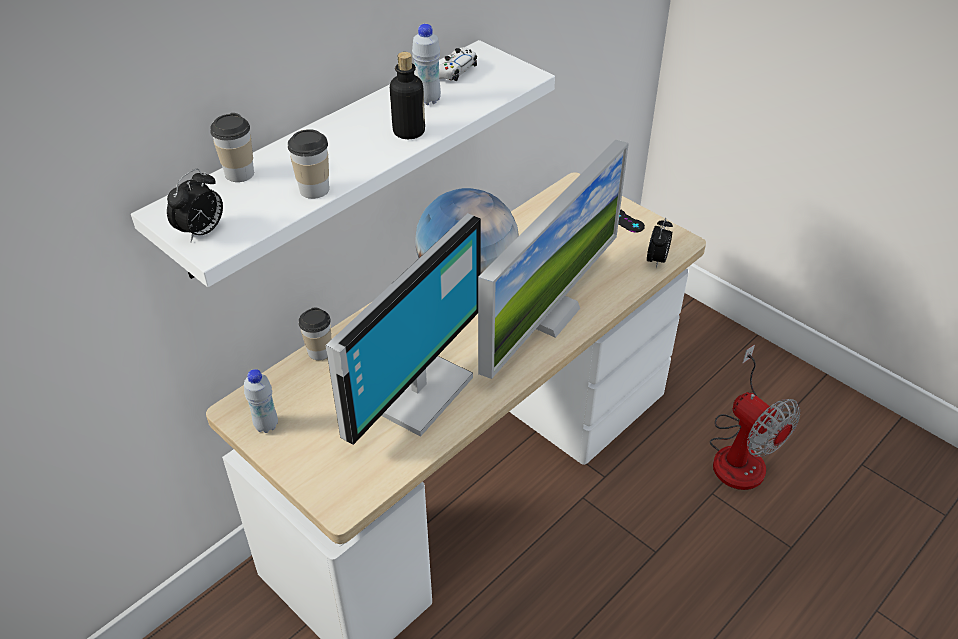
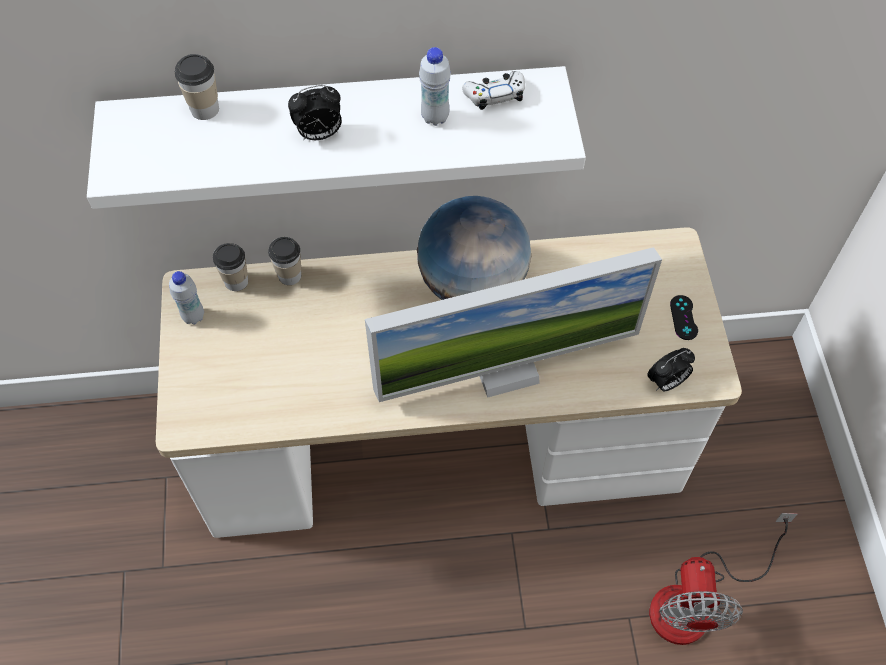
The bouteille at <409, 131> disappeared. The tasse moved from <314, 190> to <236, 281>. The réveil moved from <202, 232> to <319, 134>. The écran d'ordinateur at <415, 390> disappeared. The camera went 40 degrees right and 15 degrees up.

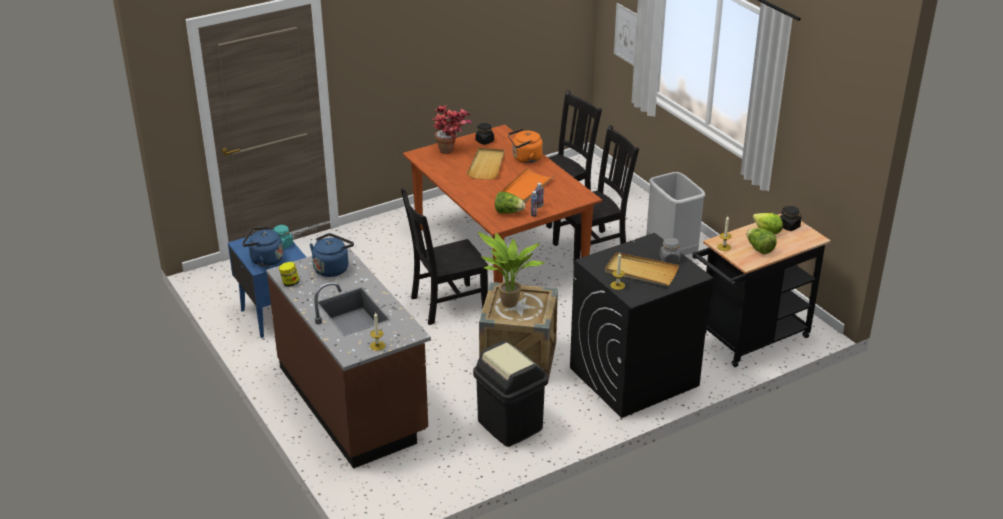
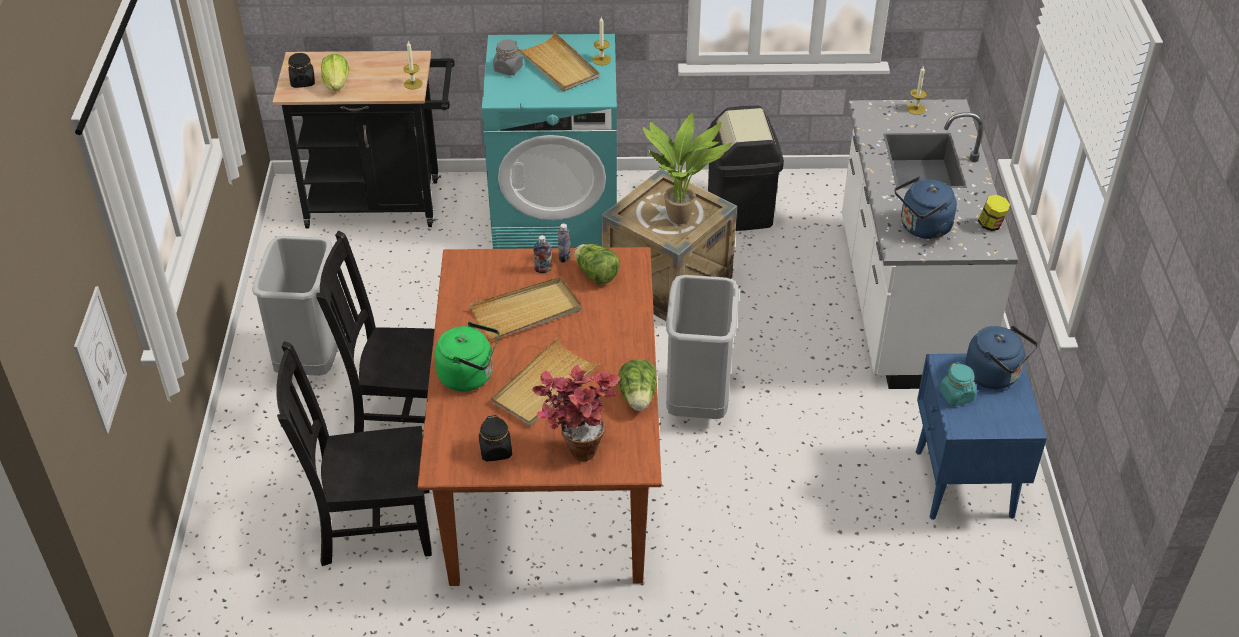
The bouilloire/orange at <525, 159> became the bouilloire/vert at <470, 376>. The plateau/orange at <526, 187> became the plateau/beige at <527, 312>. The chaise/noir at <446, 304> was replaced by the poubelle/gris at <699, 401>. The laitue moved from <759, 249> to <638, 398>. The lave-linge/noir at <633, 377> became the lave-linge/turquoise at <556, 211>. The comptoir de cuisine/marron at <353, 401> became the comptoir de cuisine/blanc at <904, 303>. The camera went 150 degrees left and 10 degrees up.

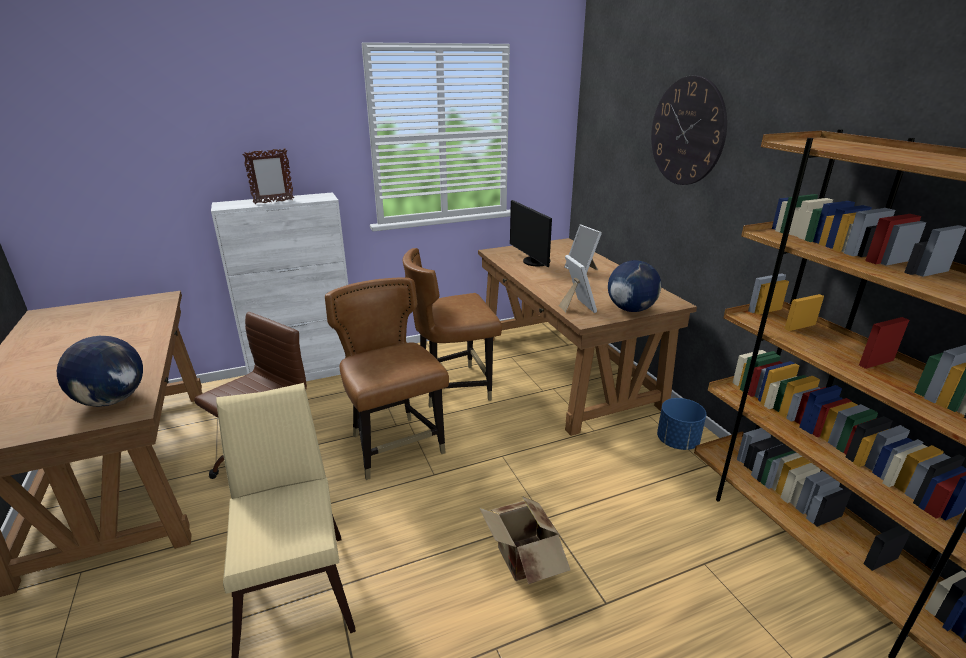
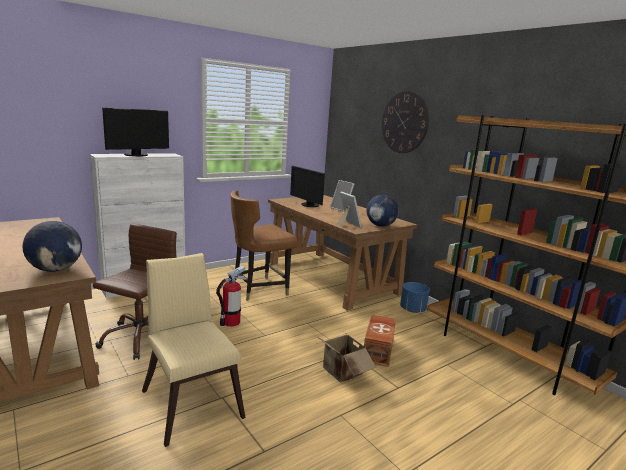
The cadre photo at <273, 202> was replaced by the écran d'ordinateur at <137, 155>. The chaise/marron at <395, 446> was replaced by the extincteur at <231, 322>. The boîte de rangement/marron at <379, 350> appeared. The camera went 15 degrees left and 10 degrees down.

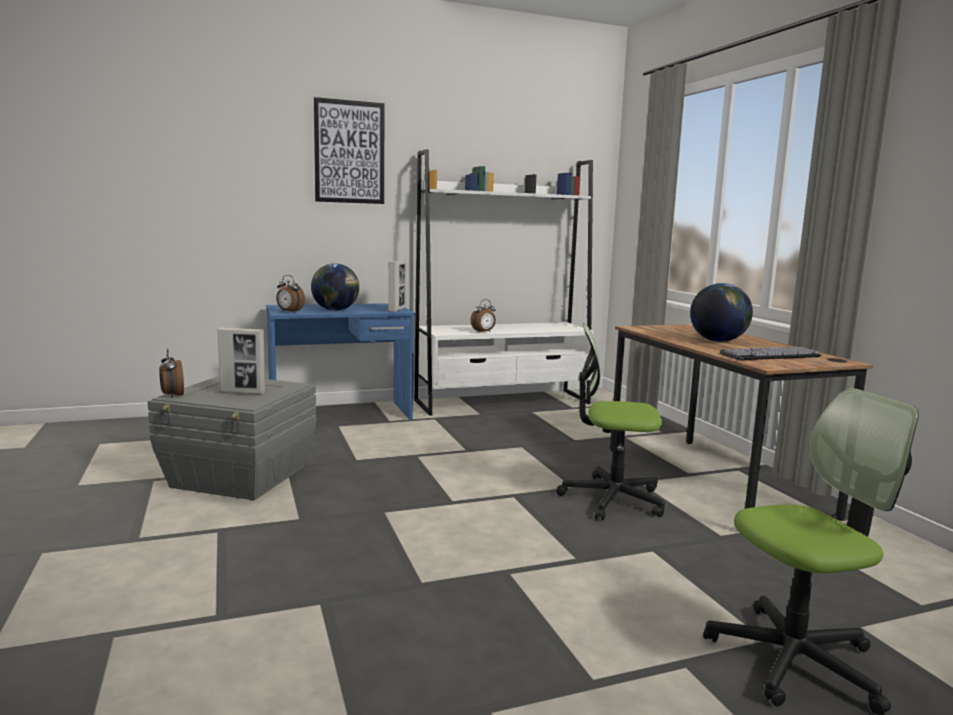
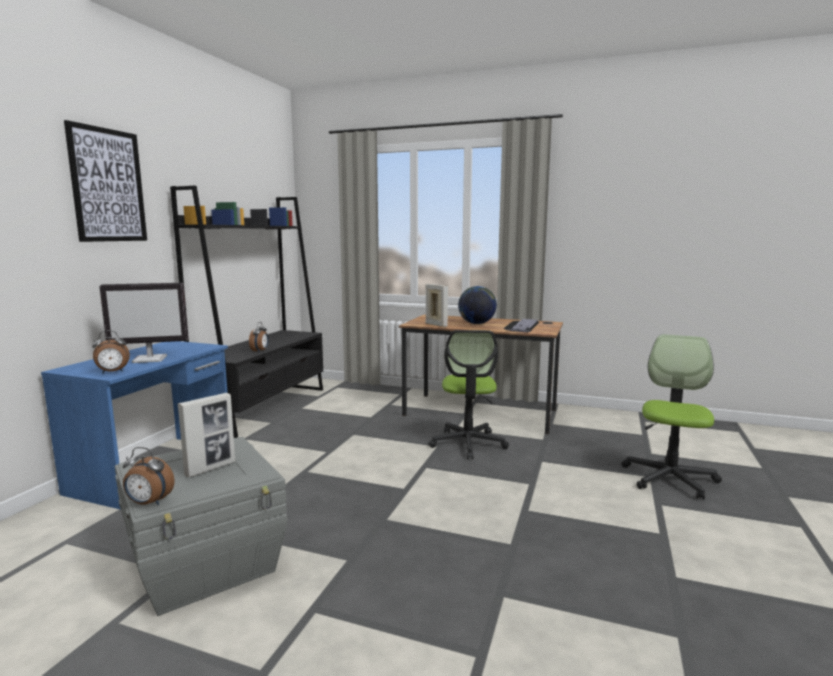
The bibliothèque/blanc at <503, 402> became the bibliothèque/noir at <265, 408>. The cadre photo moved from <396, 310> to <436, 325>. The globe at <335, 310> was replaced by the écran d'ordinateur at <150, 359>. The chaise de bureau at <612, 498> turned 45 degrees counterclockwise. The camera went 50 degrees left and 0 degrees up.

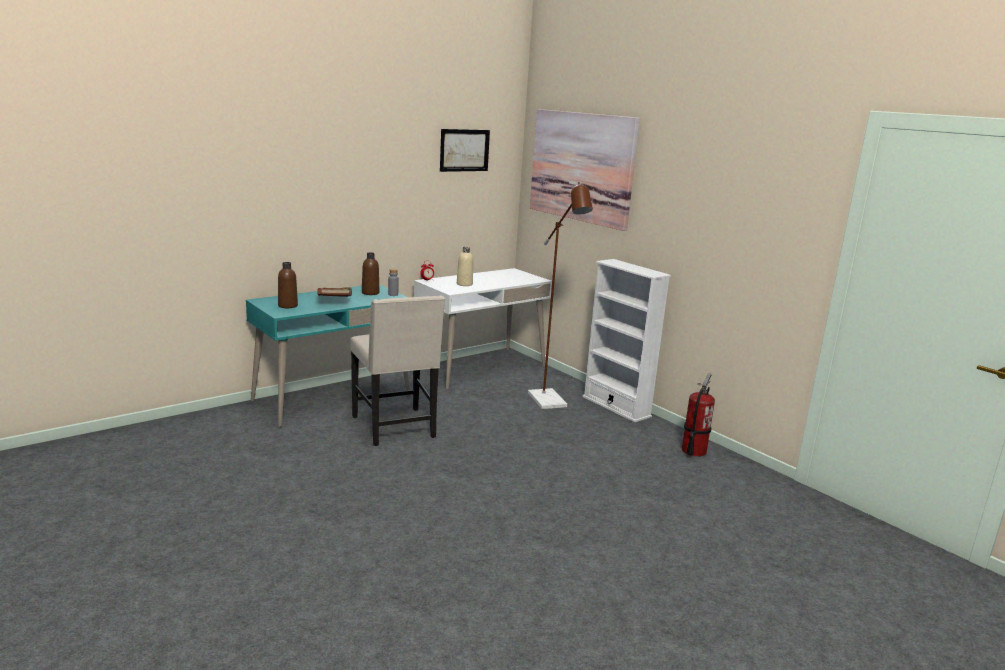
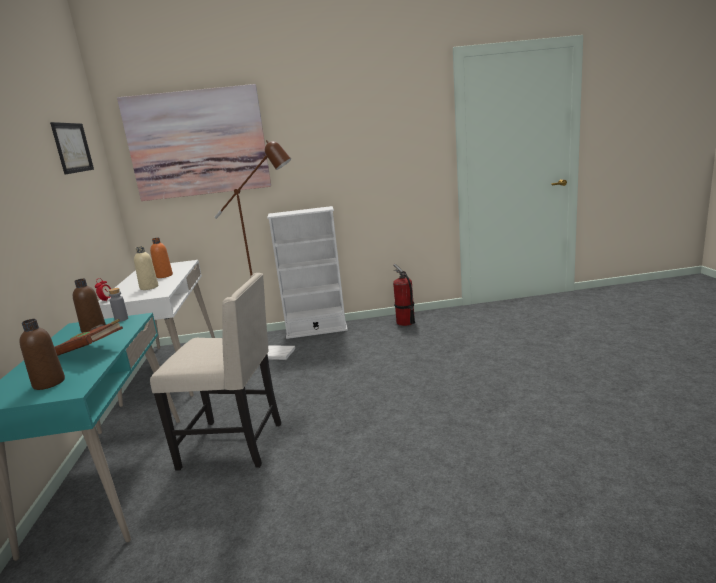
The bouteille/orange at <164, 276> appeared. The camera went 55 degrees left and 0 degrees up.

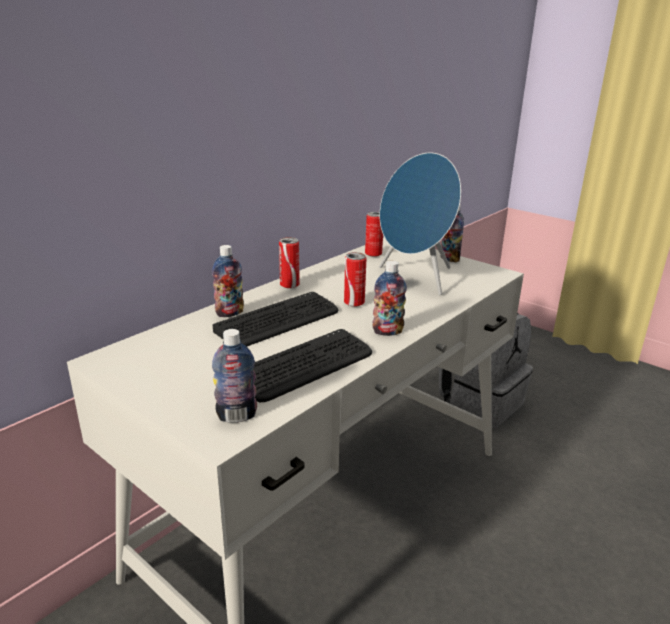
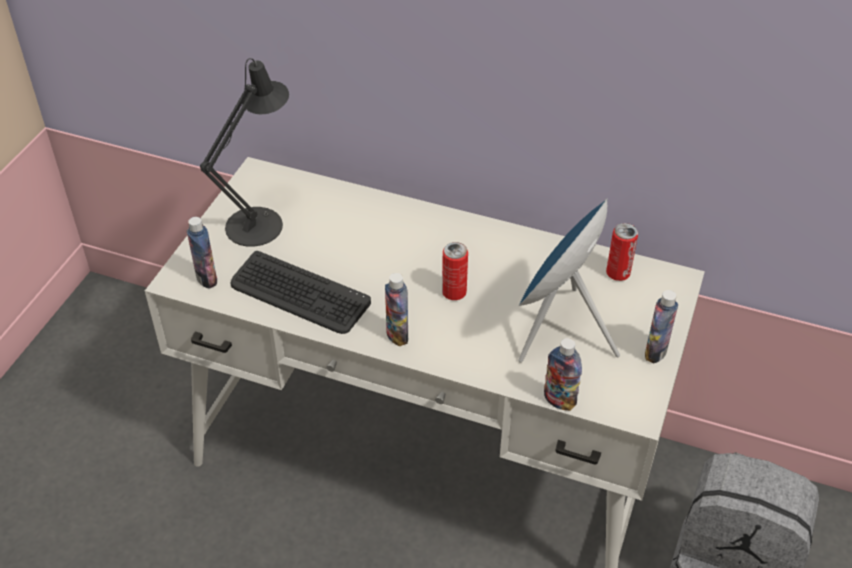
The boîte métallique at <289, 285> disappeared. The bouteille moved from <230, 313> to <559, 400>. The clavier at <278, 321> disappeared. The lampe de table/noir at <260, 221> appeared. The camera went 70 degrees right and 20 degrees up.

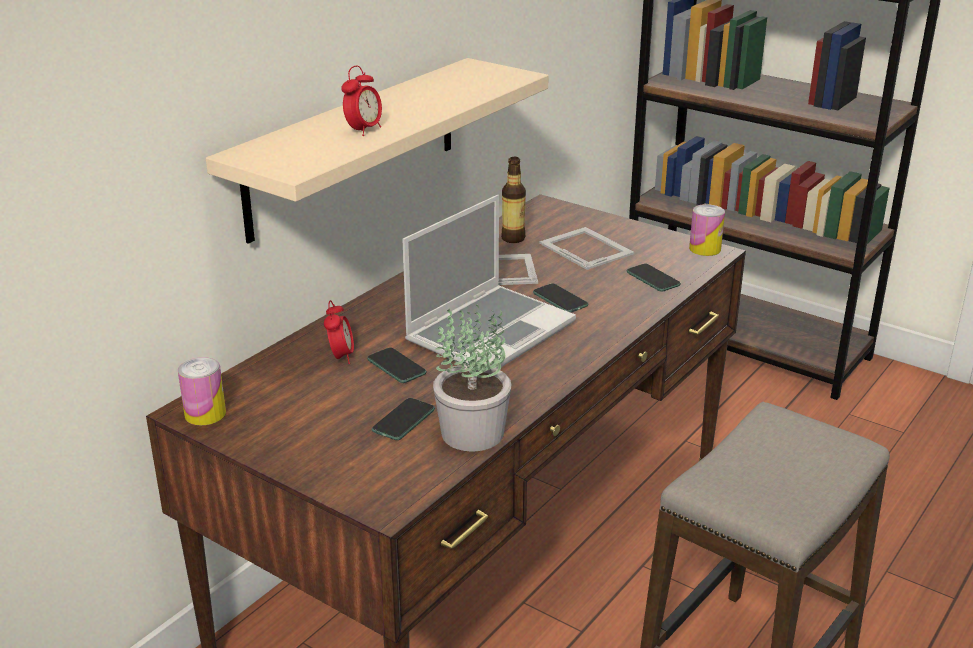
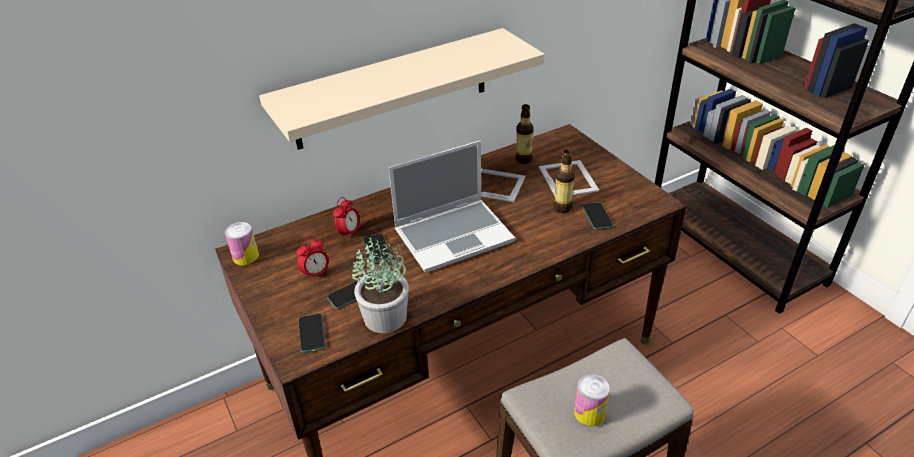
The réveil moved from <363, 131> to <316, 274>. The boîte métallique moved from <705, 249> to <589, 413>. The téléphone moved from <560, 299> to <312, 334>. The bouteille at <562, 208> appeared. The camera went 25 degrees right and 10 degrees up.

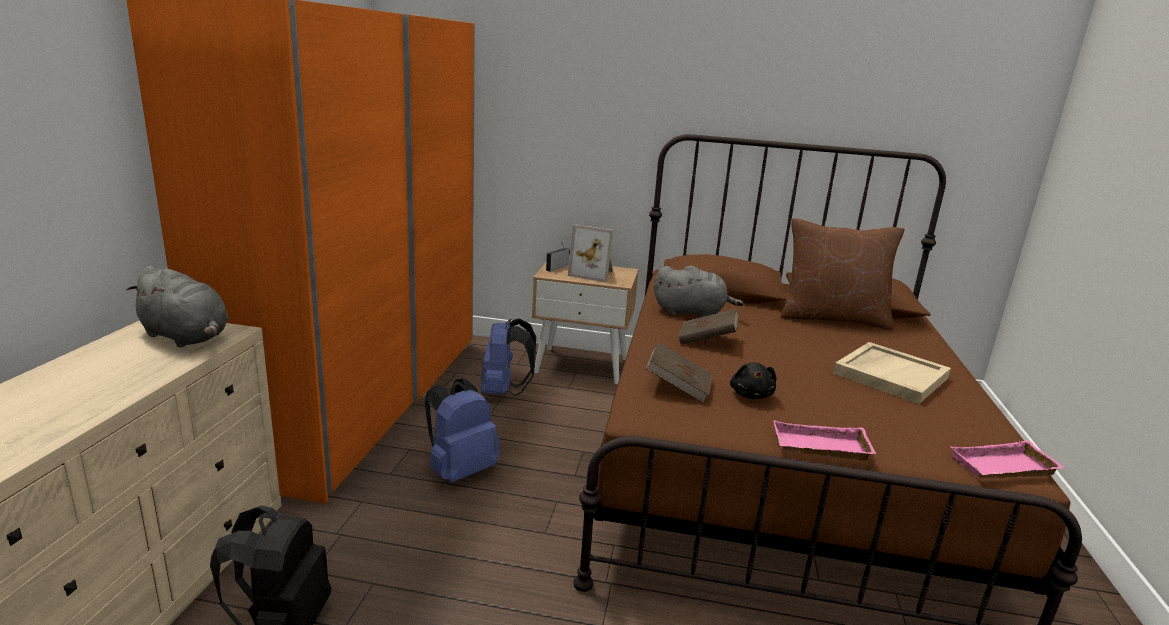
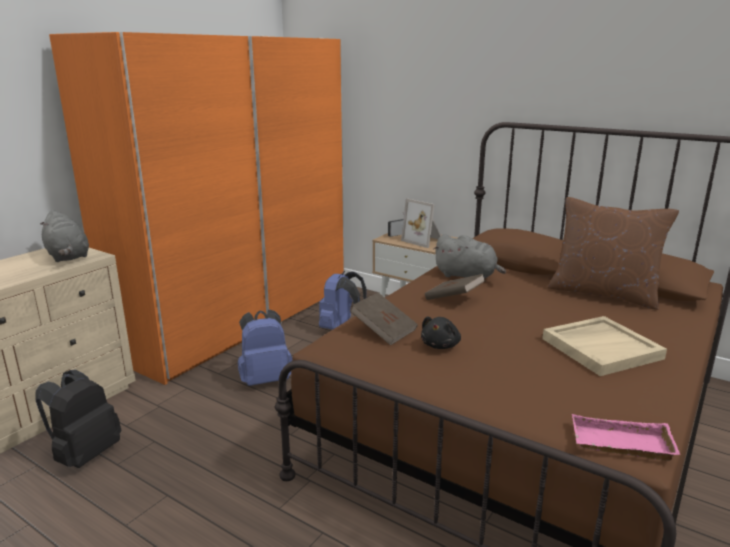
The plateau/rose at <819, 448> disappeared. The camera went 25 degrees right and 0 degrees up.

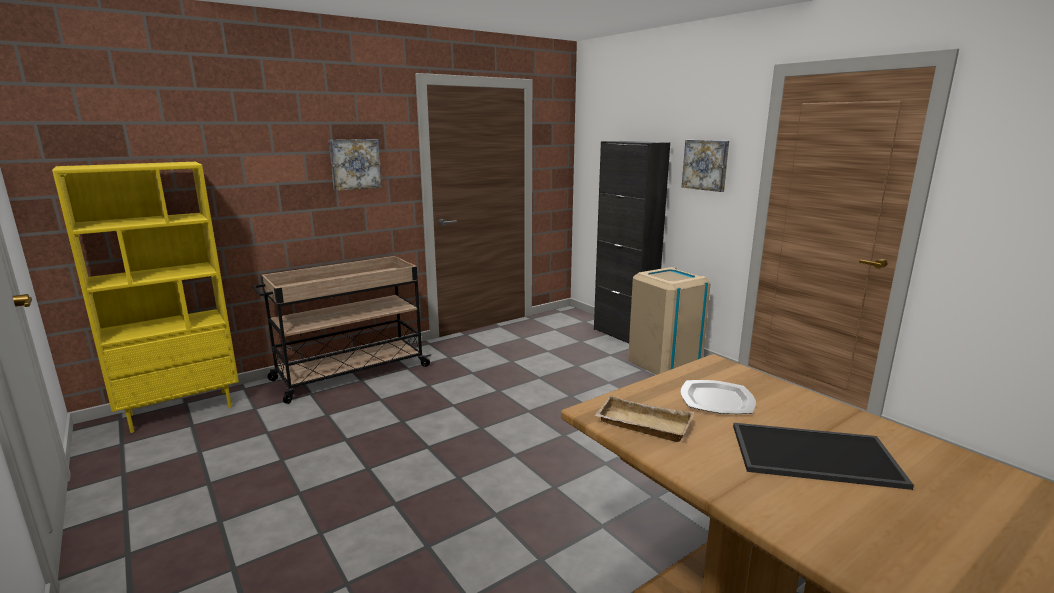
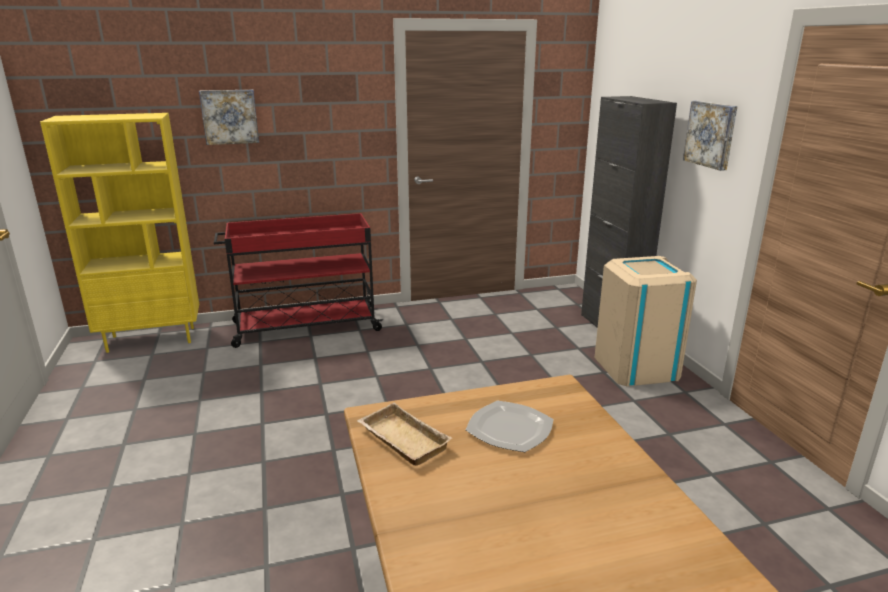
The tableau moved from <355, 164> to <230, 116>. The chariot/beige at <349, 373> became the chariot/rouge at <304, 327>. The plateau at <813, 456> disappeared. The camera went 20 degrees right and 5 degrees up.

